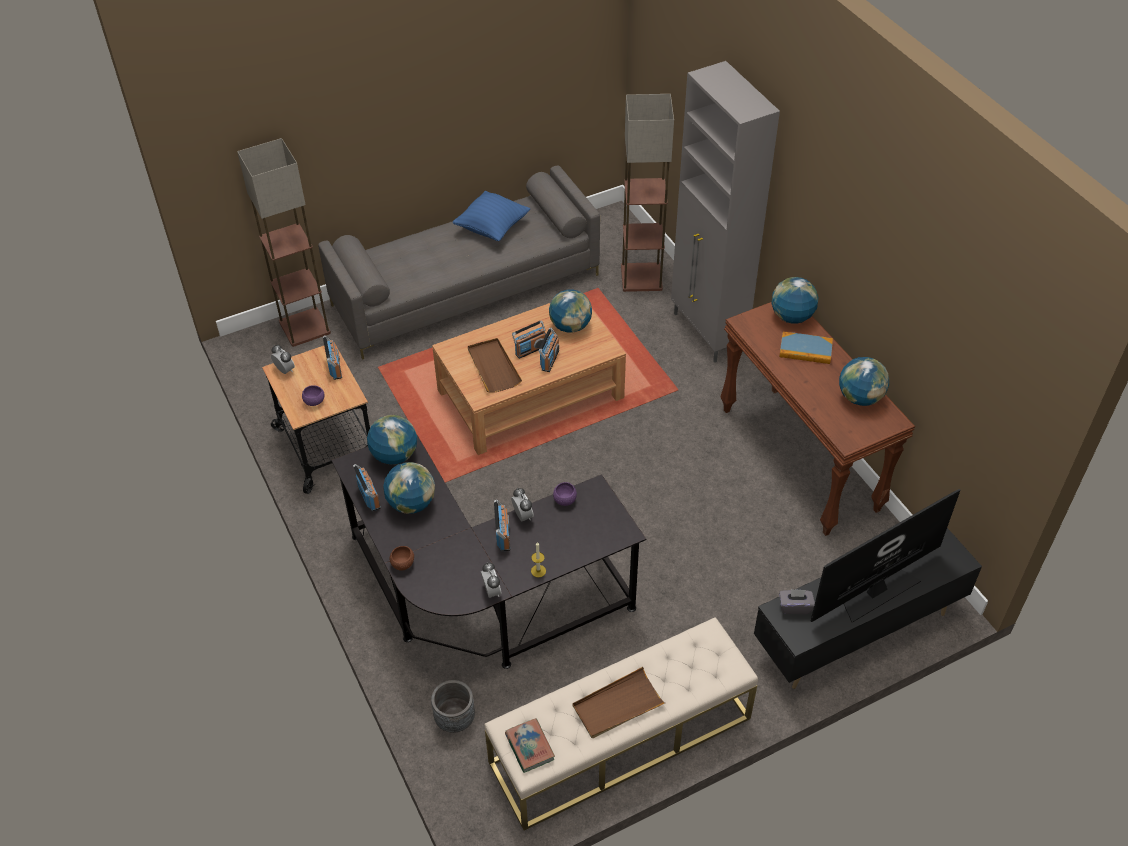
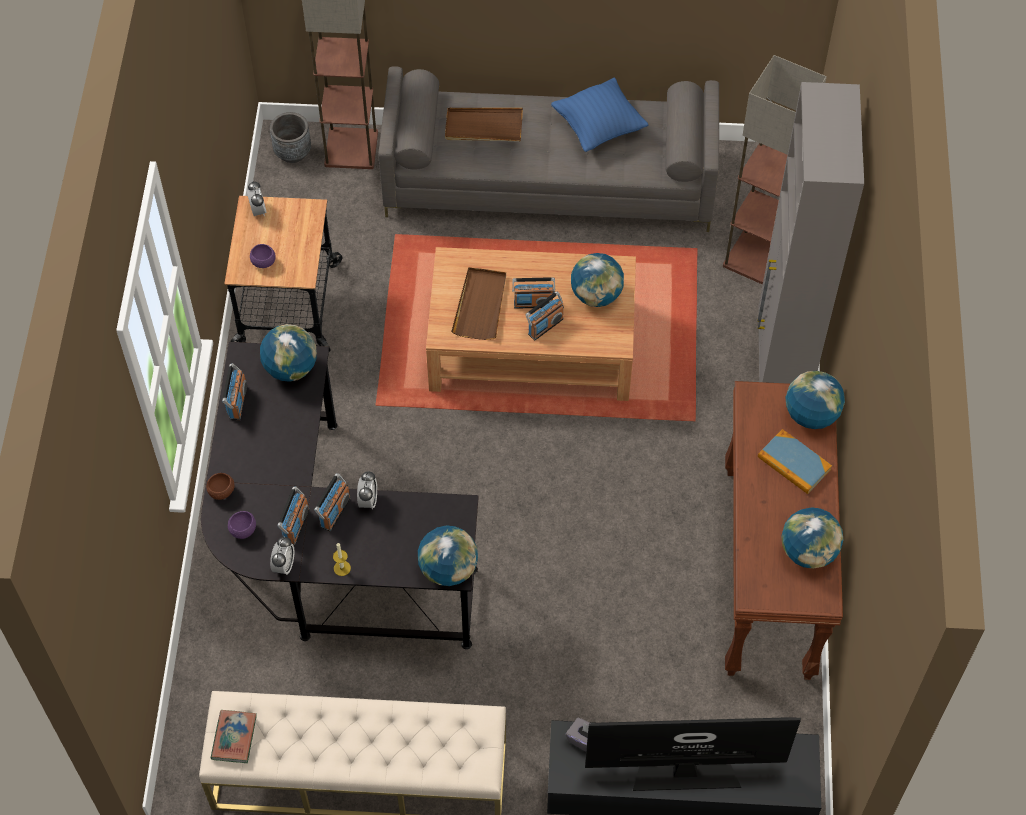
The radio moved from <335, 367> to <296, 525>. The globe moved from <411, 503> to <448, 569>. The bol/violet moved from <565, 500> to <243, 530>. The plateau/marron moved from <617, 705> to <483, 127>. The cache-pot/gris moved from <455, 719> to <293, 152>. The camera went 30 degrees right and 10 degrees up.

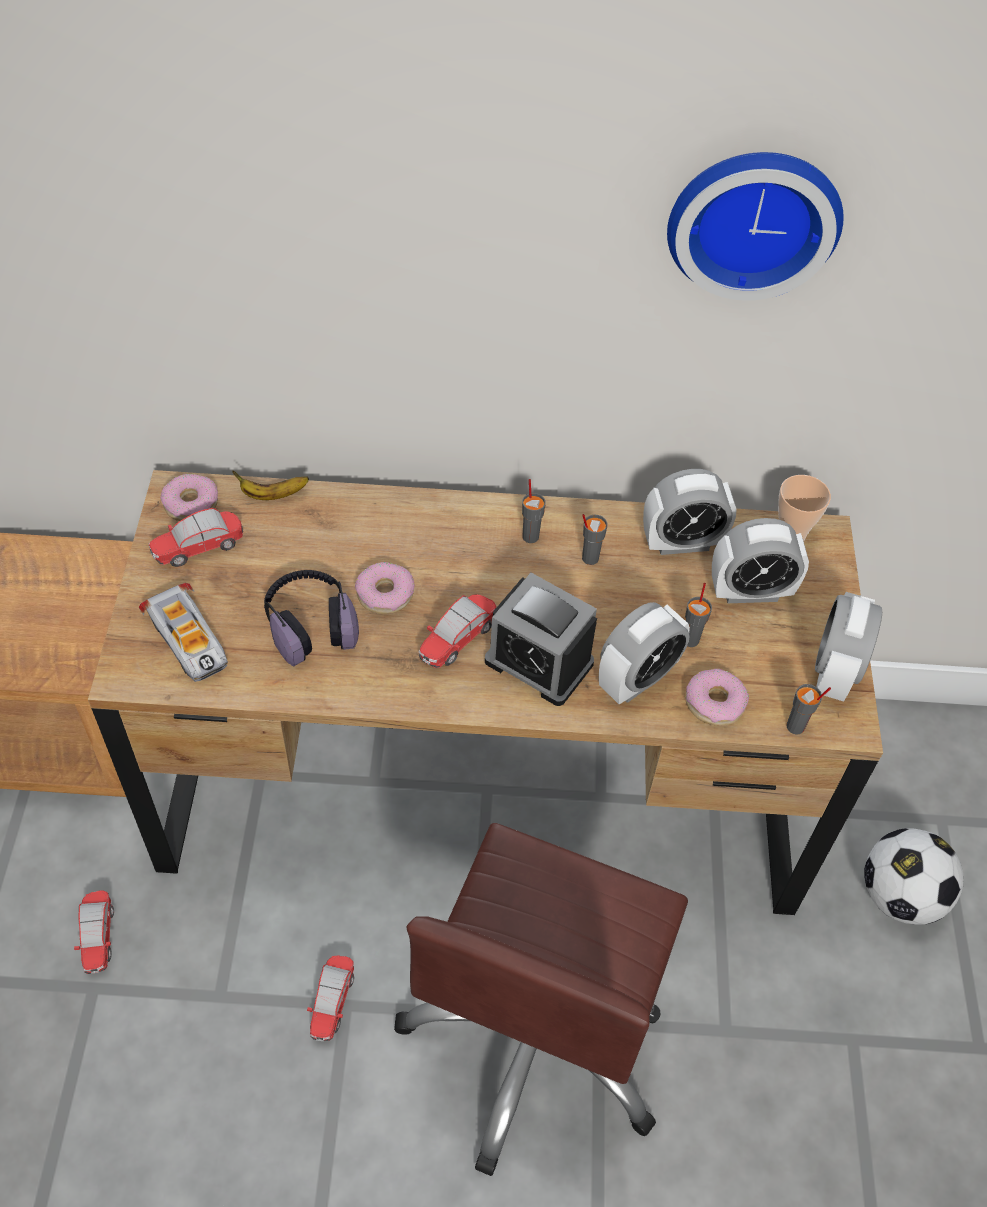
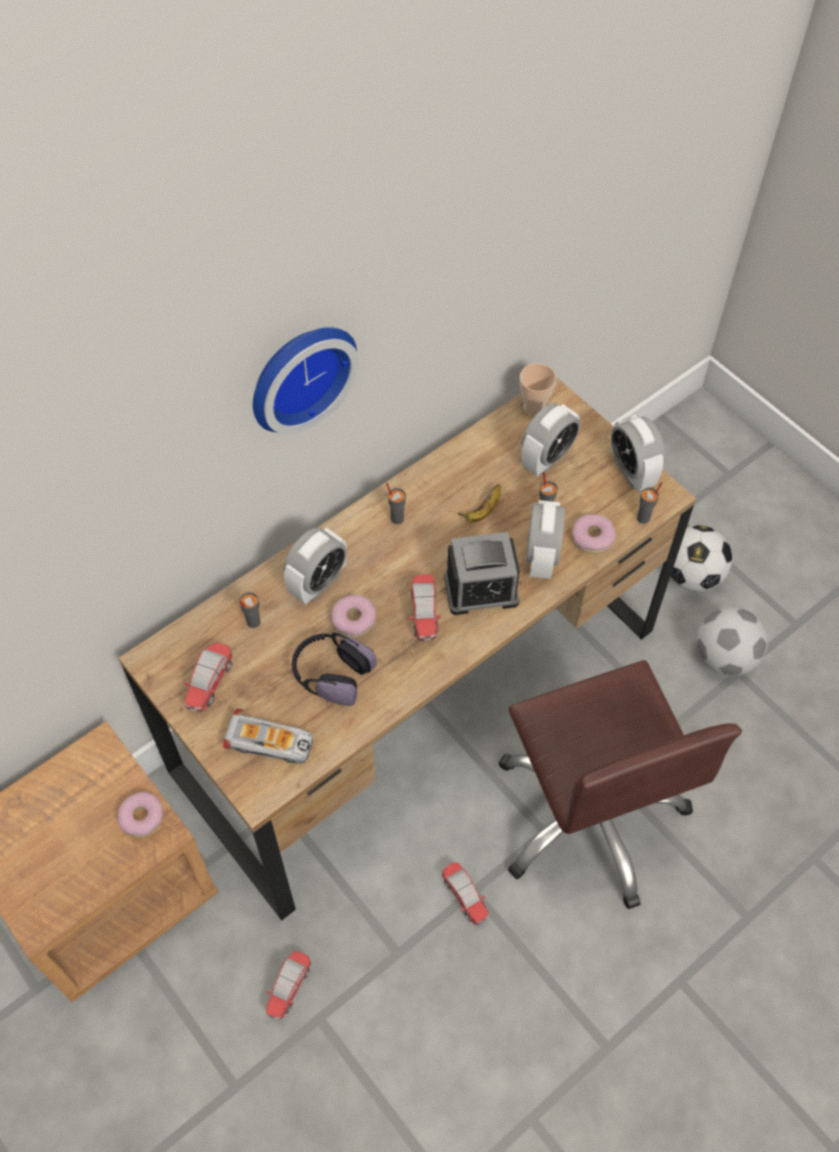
The horloge murale moved from <753, 218> to <298, 374>. The réveil moved from <682, 543> to <318, 583>. The banane moved from <273, 495> to <483, 511>. The beignet moved from <191, 503> to <141, 817>. The tasse/gris moved from <589, 558> to <253, 622>. The petite voiture at <99, 937> turned 75 degrees clockwise. The ballon de foot at <725, 657> appeared. The camera went 40 degrees left and 5 degrees up.

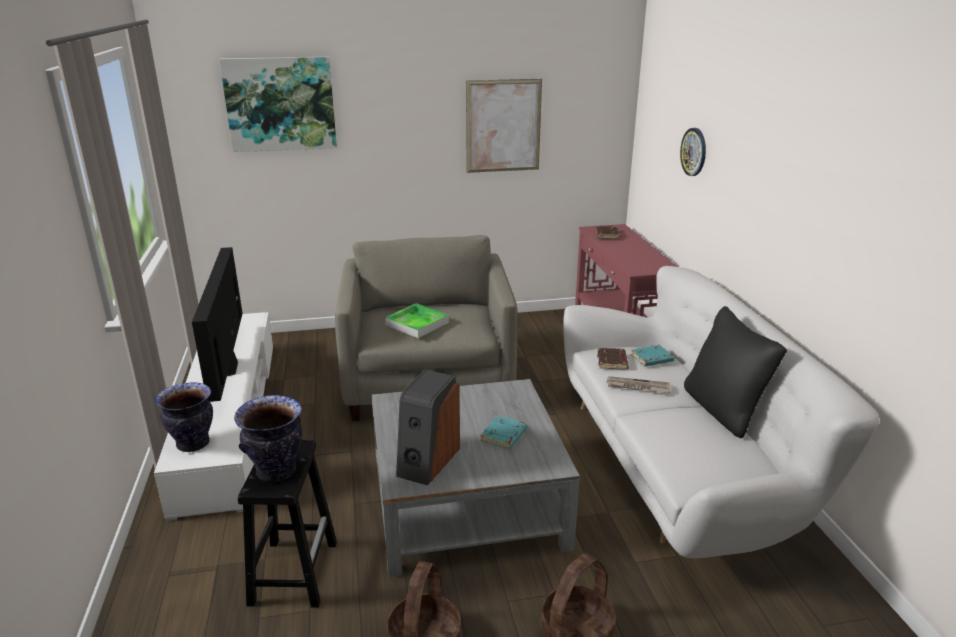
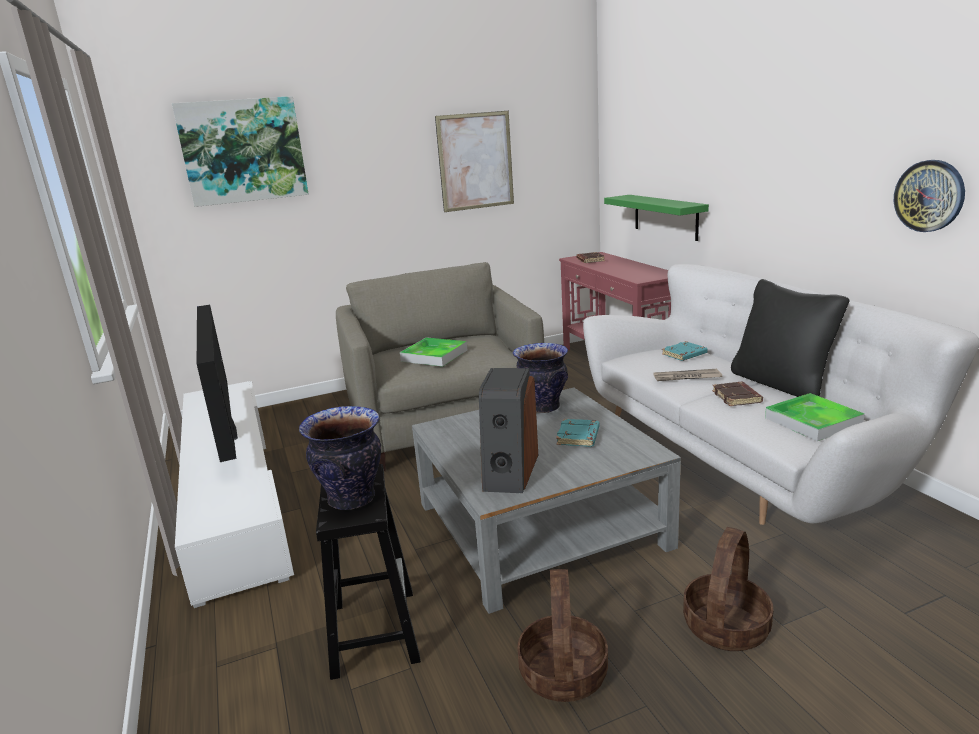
The horloge murale moved from <694, 152> to <929, 196>. The livre/marron moved from <613, 362> to <737, 397>. The vase moved from <194, 444> to <543, 407>. The étagère/vert at <665, 216> appeared. The plateau at <812, 421> appeared. The camera went 10 degrees left and 5 degrees down.

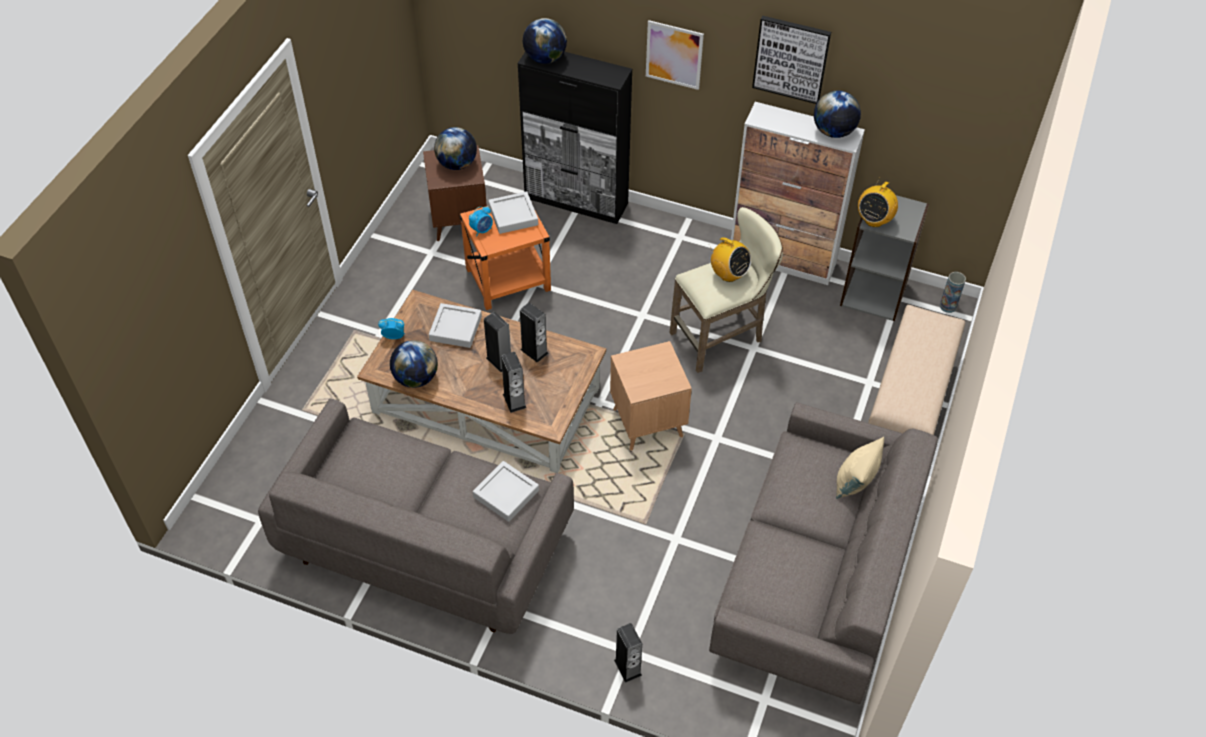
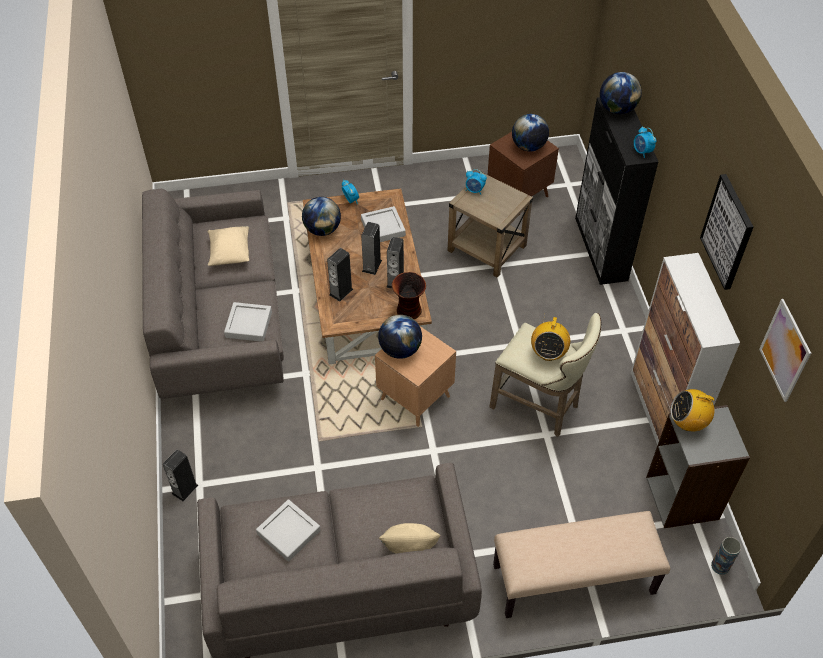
The tableau moved from <674, 55> to <785, 350>. The globe moved from <833, 132> to <400, 349>. The plateau/gris moved from <513, 216> to <289, 532>. The table d'appoint/orange at <508, 279> became the table d'appoint/beige at <487, 249>. The réveil at <642, 152> appeared. The coussin/beige at <230, 253> appeared. The vase at <409, 311> appeared. The camera went 60 degrees right and 0 degrees up.

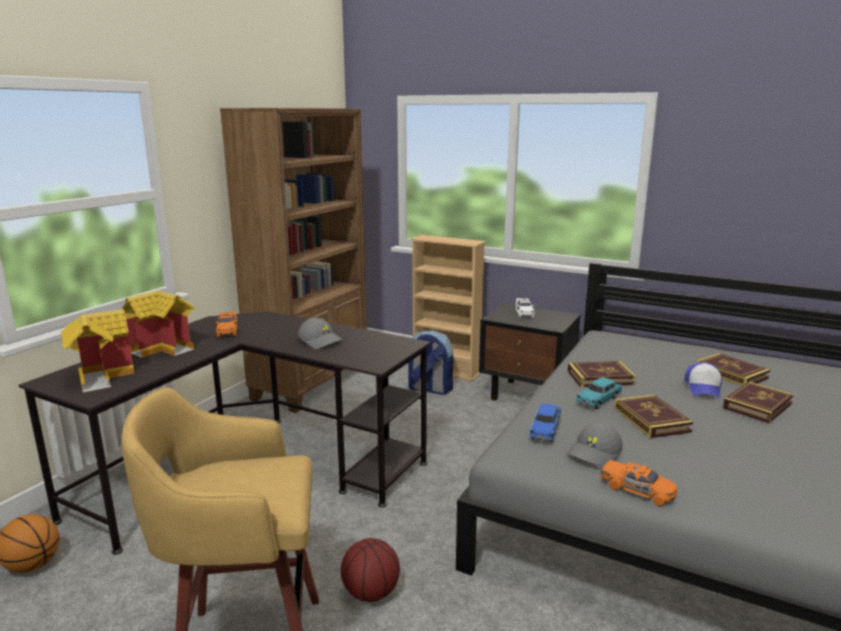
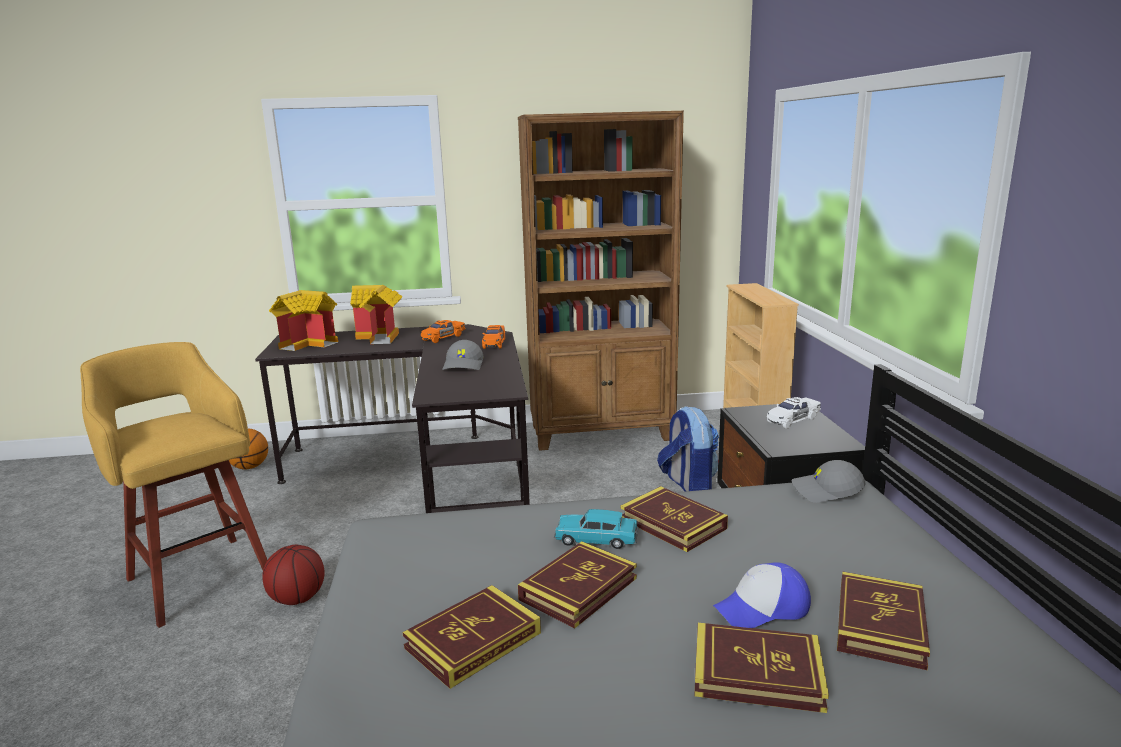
The petite voiture/bleu at <545, 430> disappeared. The casquette/gris moved from <595, 453> to <826, 491>. The petite voiture/orange moved from <637, 490> to <494, 343>. The livre at <473, 640> appeared. The camera went 55 degrees right and 0 degrees up.

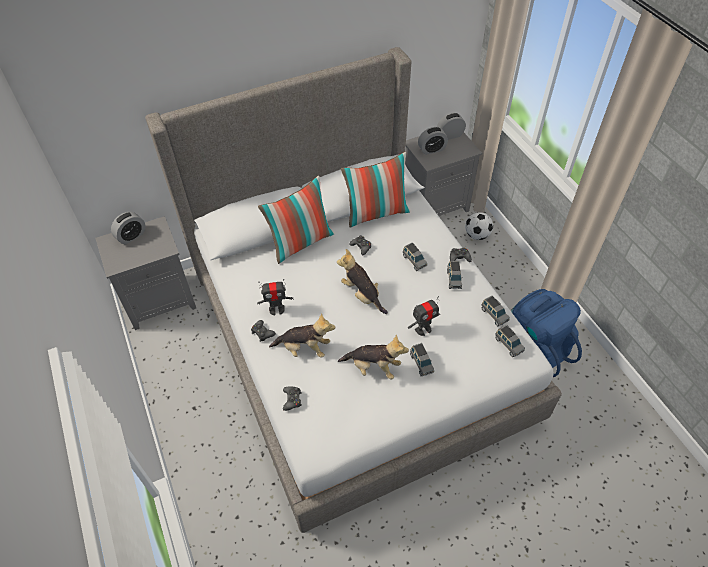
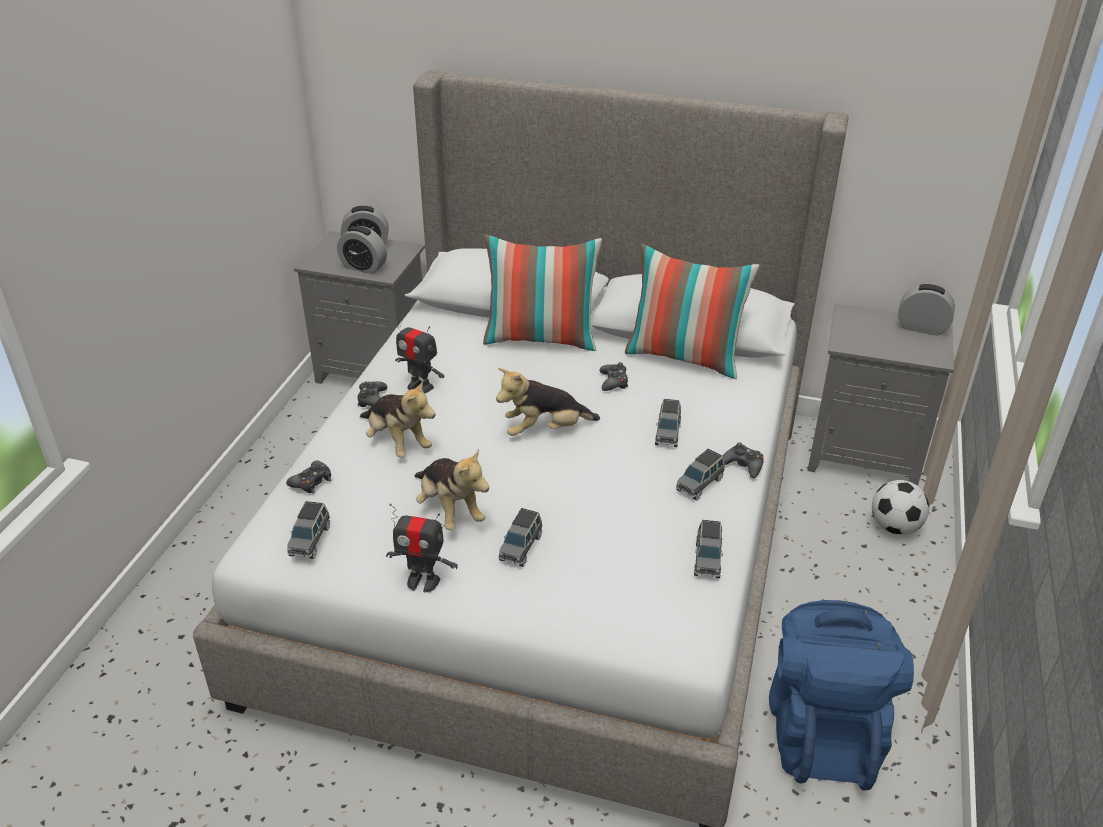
The réveil moved from <431, 149> to <363, 267>. The peluche at <362, 295> turned 105 degrees counterclockwise. The robot jouet moved from <423, 329> to <423, 581>. The petite voiture/gris moved from <508, 344> to <310, 540>. The camera went 40 degrees right and 15 degrees down.

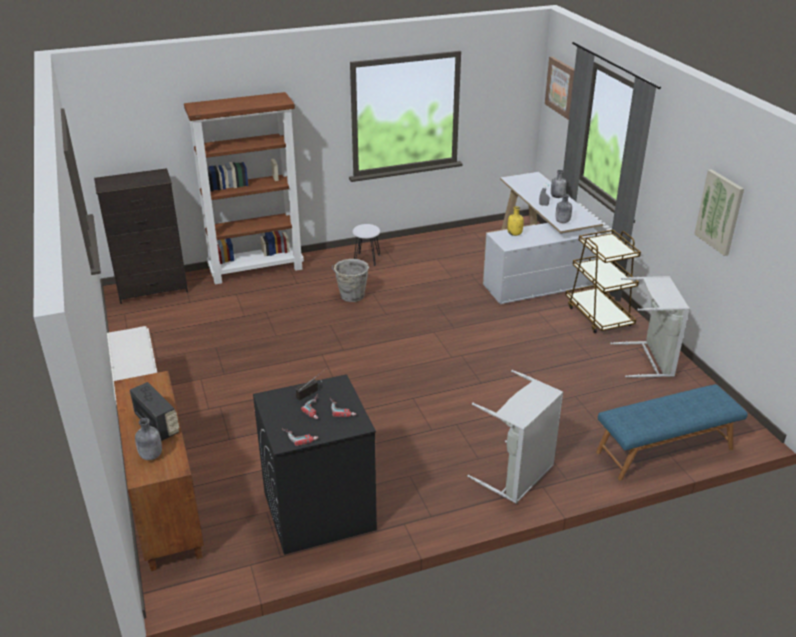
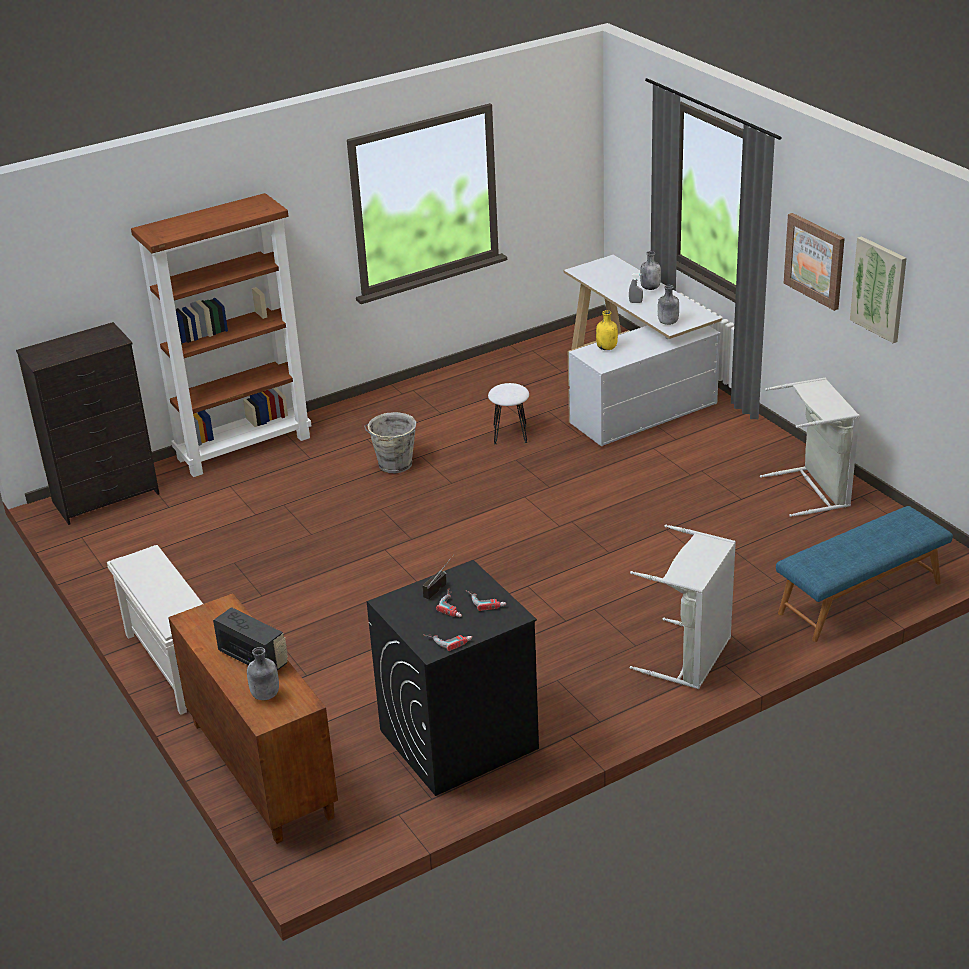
The tableau moved from <561, 87> to <815, 260>. The tabouret/blanc moved from <366, 259> to <509, 435>. The chariot/marron at <598, 316> disappeared. The camera went 10 degrees left and 0 degrees up.

